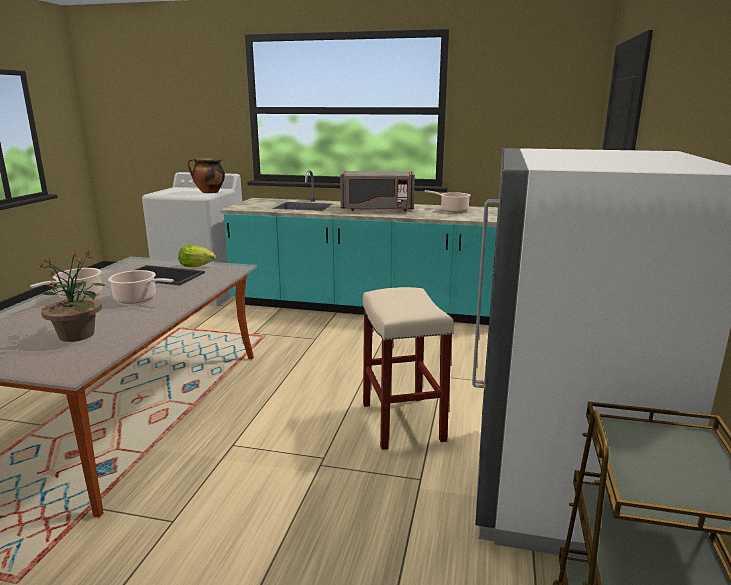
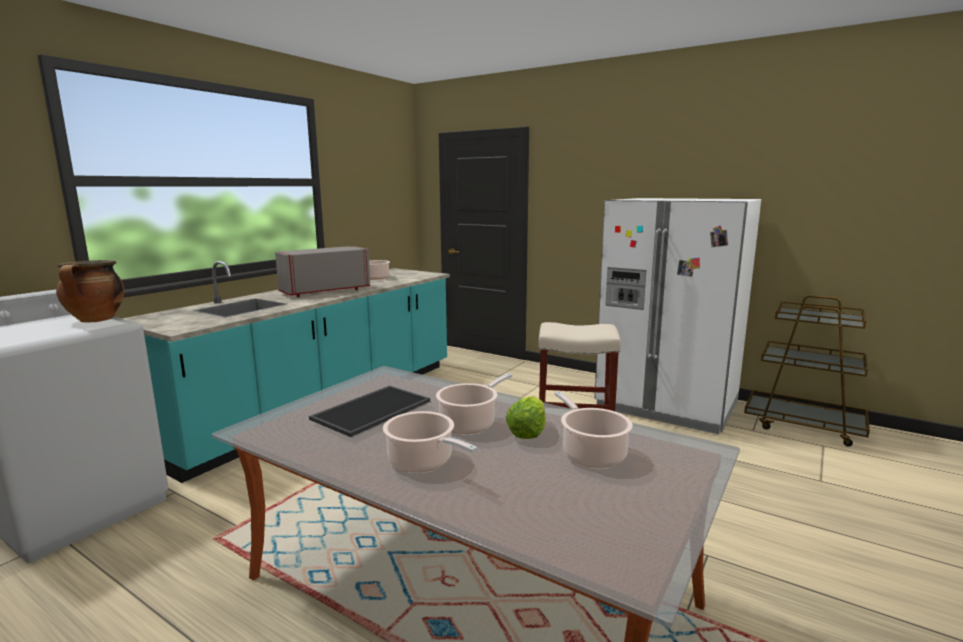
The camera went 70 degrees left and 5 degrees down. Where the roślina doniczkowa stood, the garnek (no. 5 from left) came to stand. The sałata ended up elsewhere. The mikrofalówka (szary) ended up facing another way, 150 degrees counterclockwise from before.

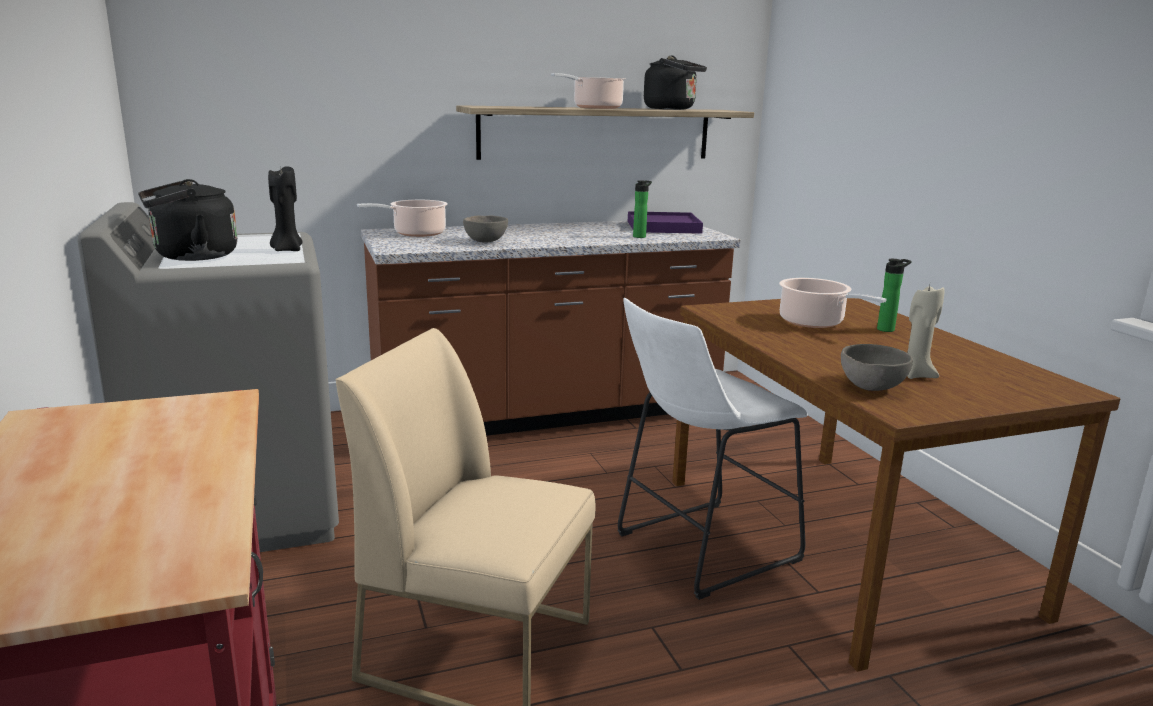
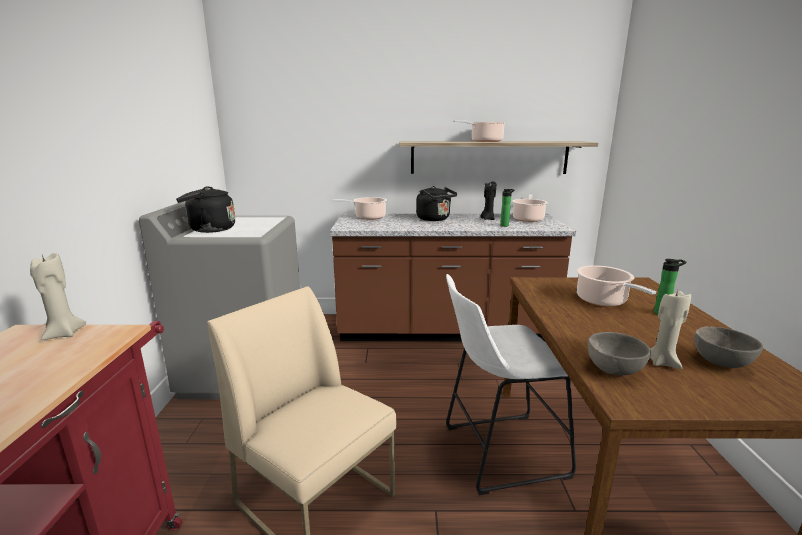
The camera went 20 degrees right and 0 degrees up. The świeca (czarny) ended up elsewhere. The miska (szary) (no. 1 from left in the first image) ended up elsewhere. Where the taca (fioletowy) stood, the garnek (no. 3 from left) came to stand. The czajnik (czarny) (no. 2 from left) ended up elsewhere. The second view gained the świeca (beżowy) (no. 1 from left).

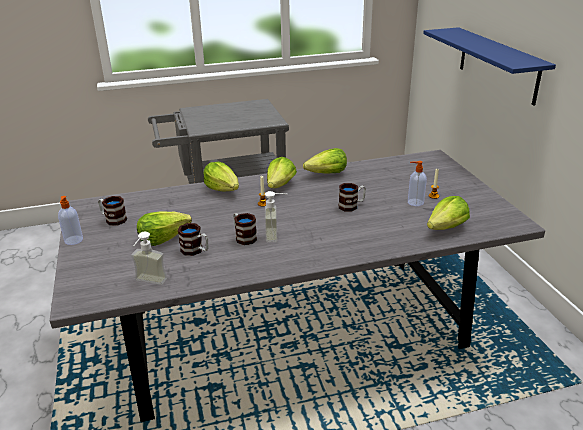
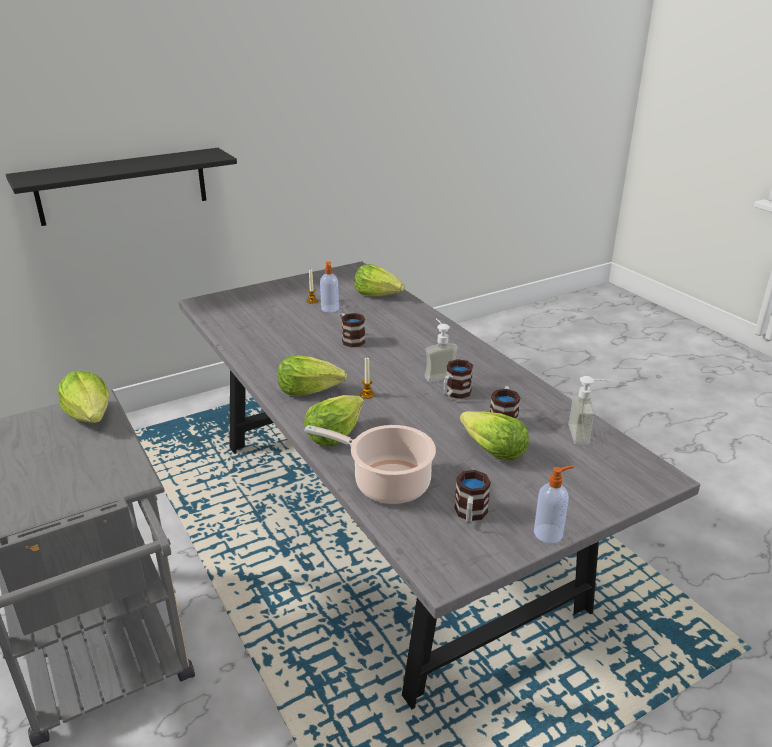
The camera went 105 degrees left and 0 degrees up. The sałata (no. 4 from left in the first image) ended up elsewhere. What was the półka (niebieski) turned into the półka (czarny). The second view gained the garnek.

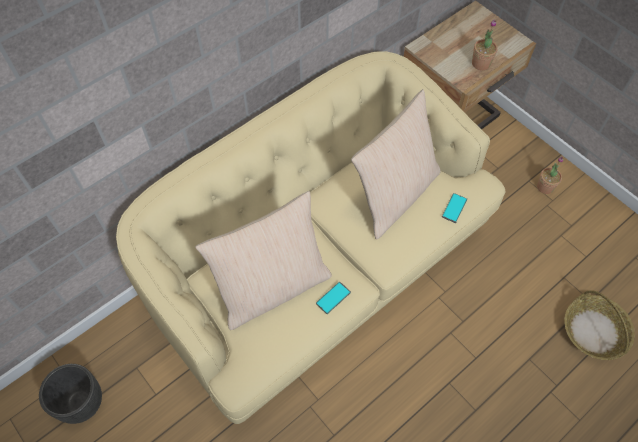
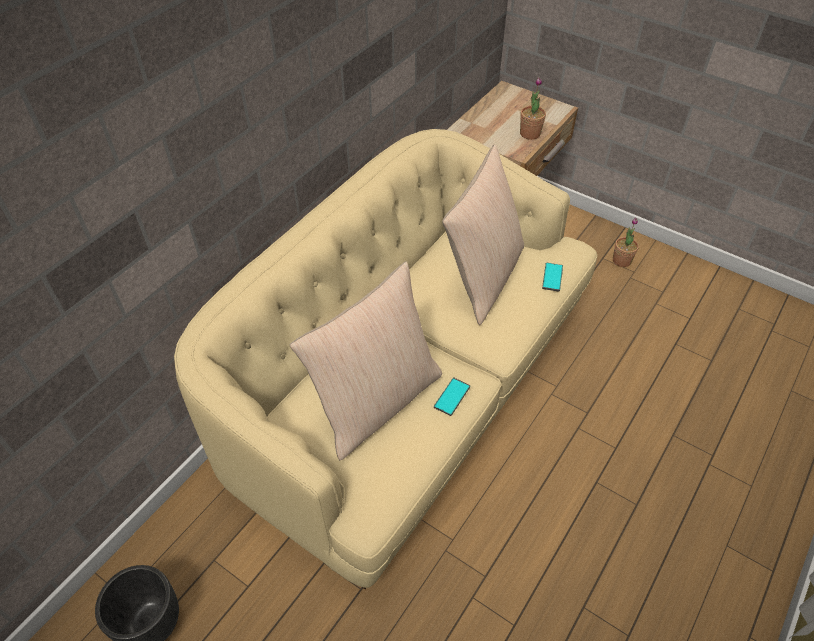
The camera went 15 degrees left and 10 degrees down. The second view lost the koszyk.

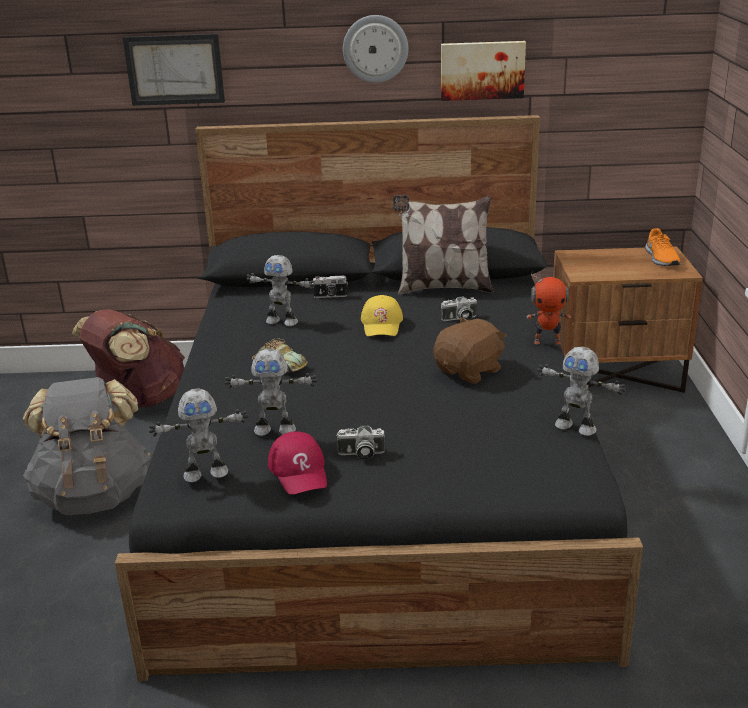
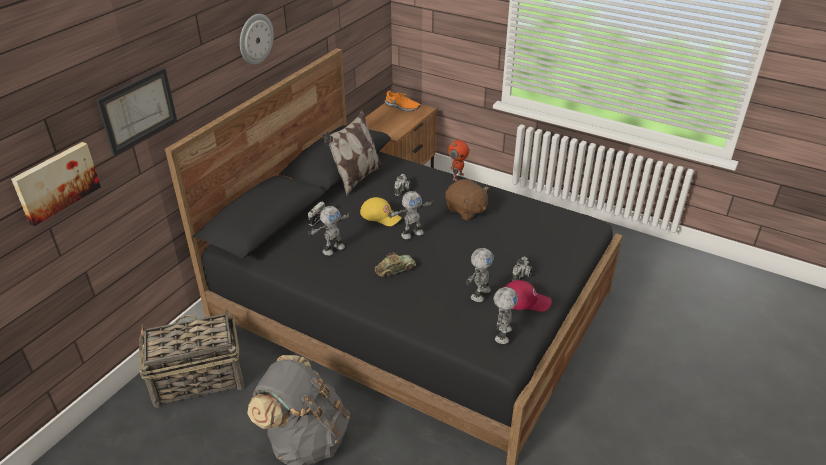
The camera went 60 degrees left and 10 degrees up. Where the plecak (brązowy) stood, the koszyk came to stand. The pluszak (brązowy) ended up facing another way, 150 degrees clockwise from before. The obraz (no. 2 from left in the first image) ended up elsewhere. The robot zabawkowy (no. 5 from left in the first image) ended up elsewhere.

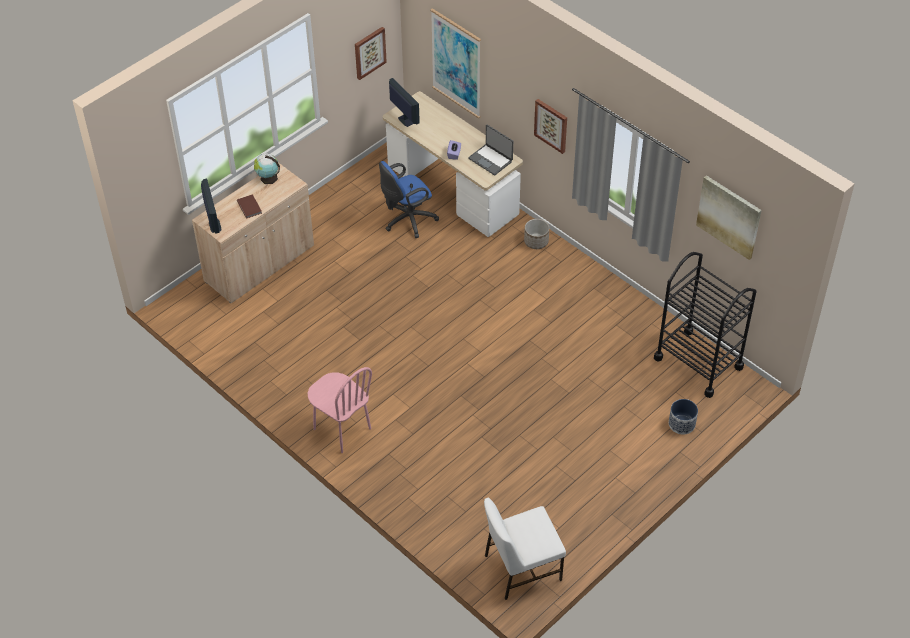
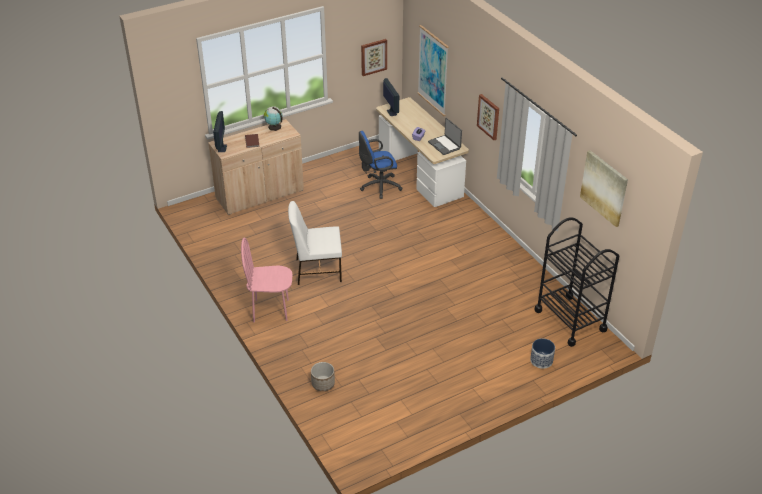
The camera went 15 degrees right and 10 degrees down. The krzesło (różowy) ended up facing another way, 120 degrees clockwise from before. The krzesło (biały) ended up elsewhere. The donica (no. 1 from left) ended up elsewhere.

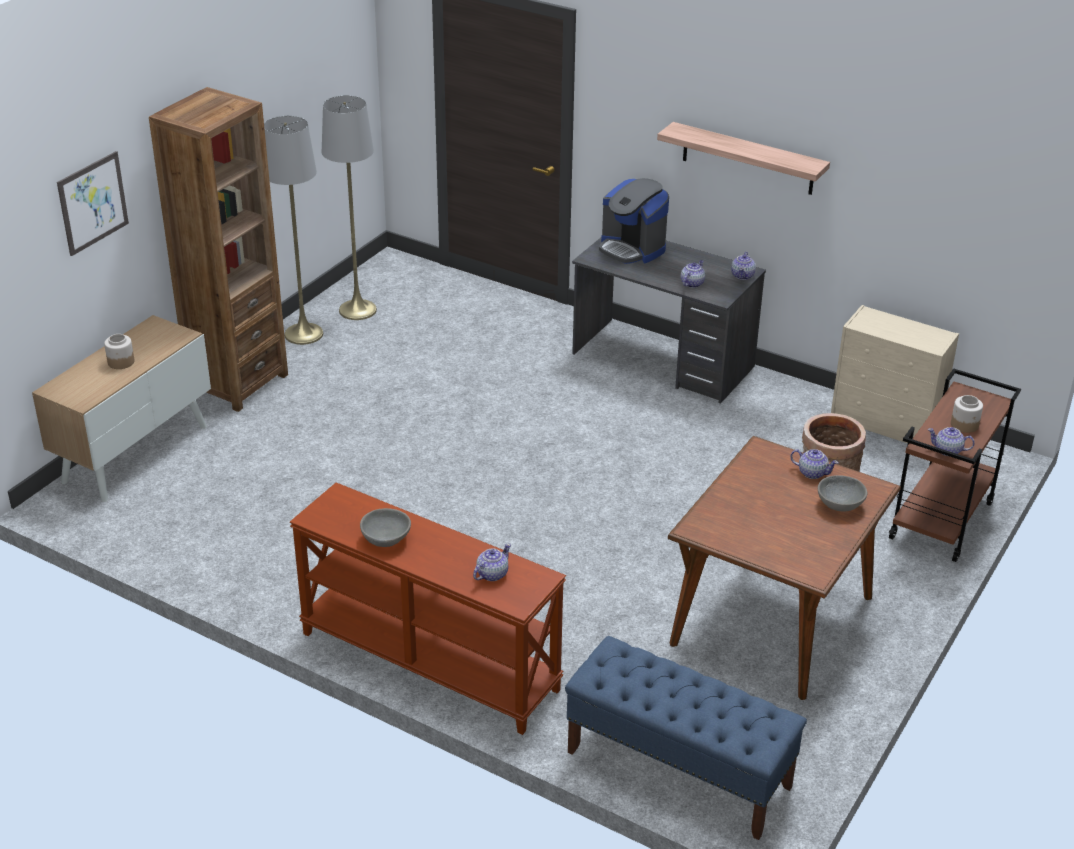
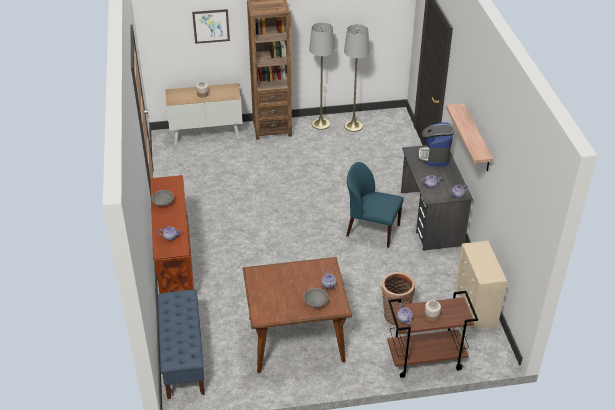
The camera went 50 degrees right and 5 degrees up. The second view gained the krzesło (niebieski).

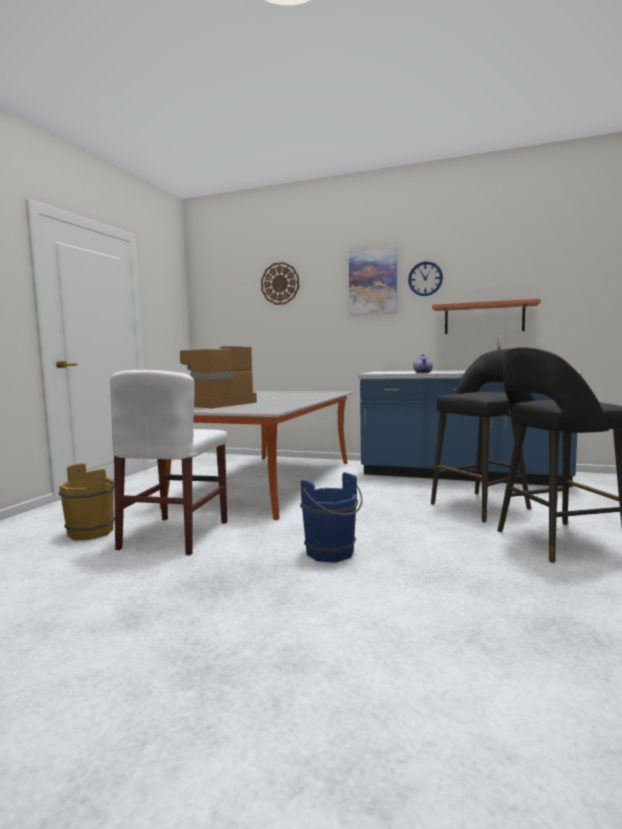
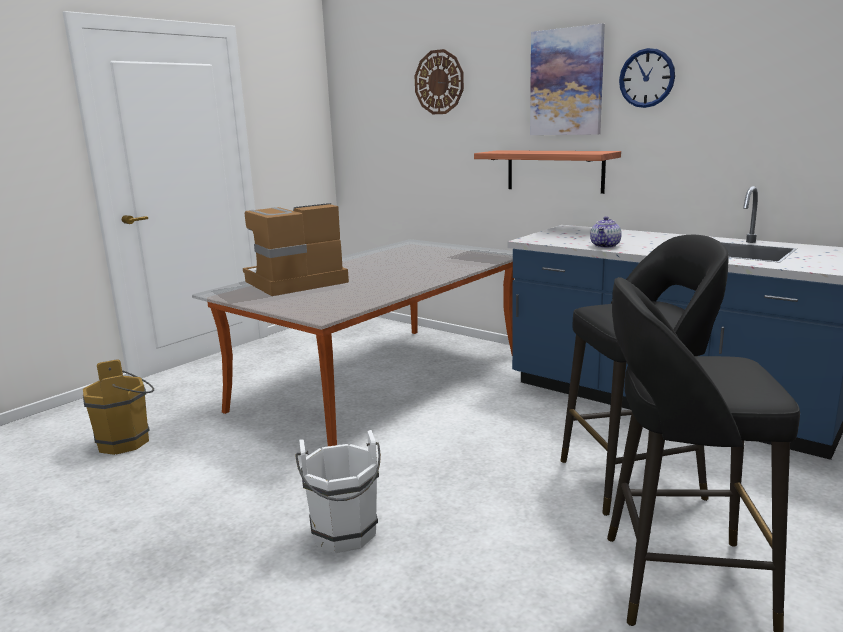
The camera went 20 degrees right and 10 degrees up. The second view lost the krzesło (biały). What was the wiadro (niebieski) turned into the wiadro (biały). The półka ended up elsewhere.

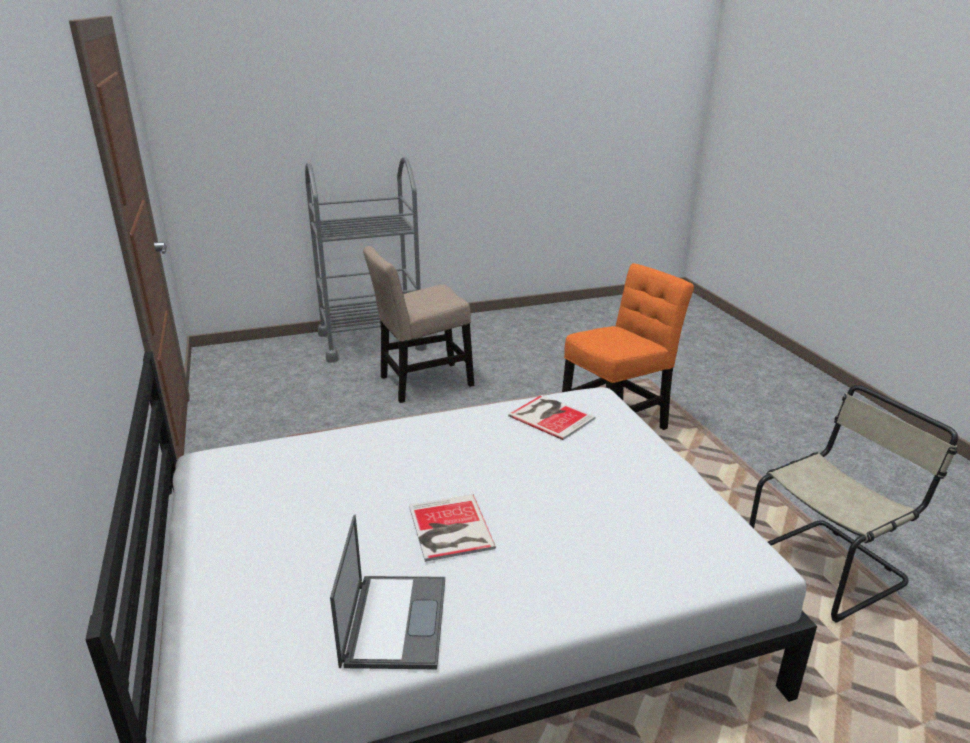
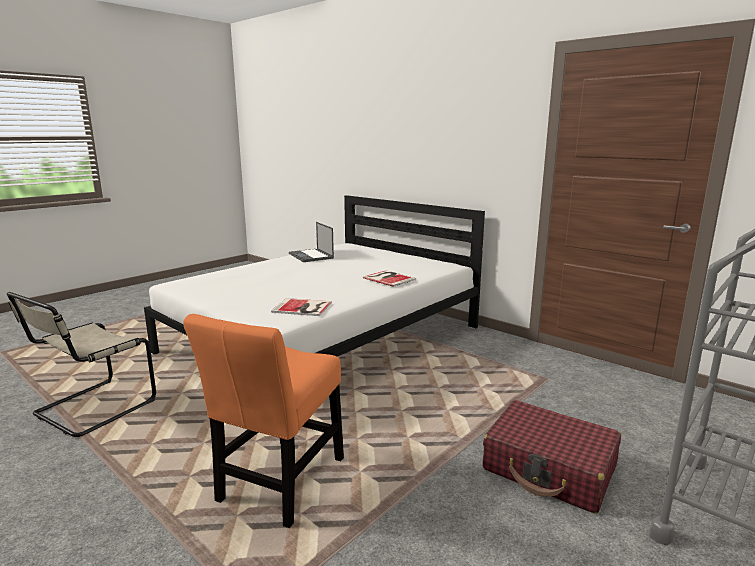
The camera went 150 degrees right and 10 degrees down. Where the krzesło (beżowy) (no. 1 from left) stood, the walizka (czerwony) came to stand. The książka (no. 1 from left in the first image) ended up elsewhere.

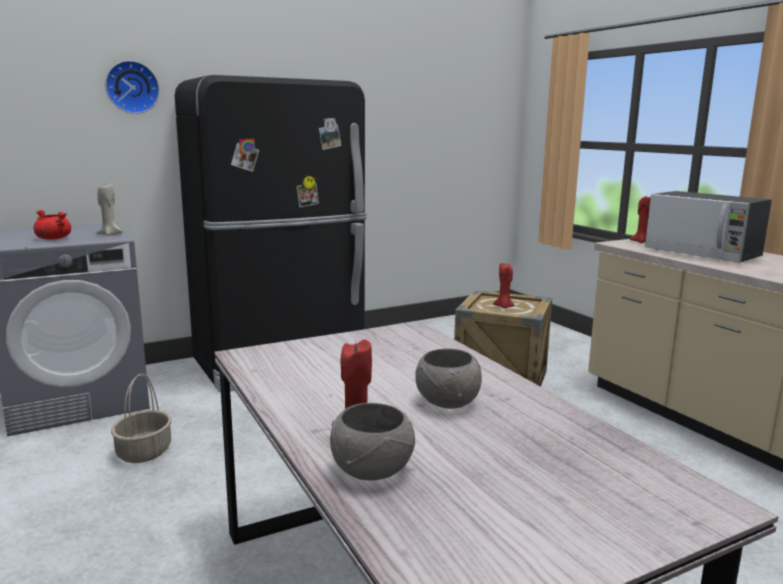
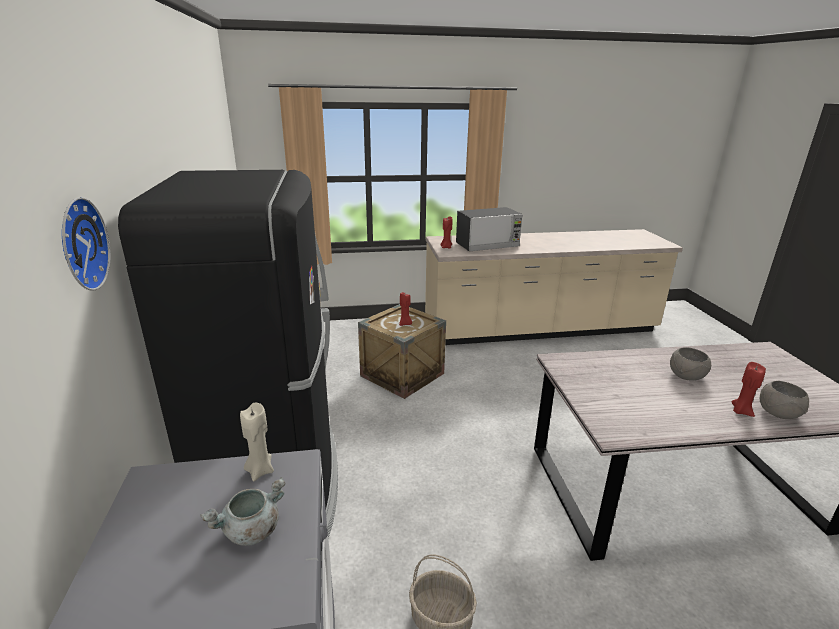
The camera went 70 degrees left and 10 degrees up. What was the garnek (czerwony) turned into the garnek (szary).

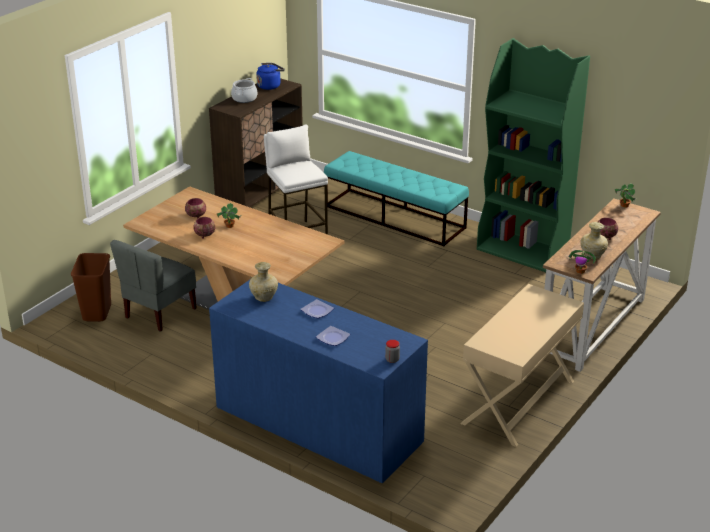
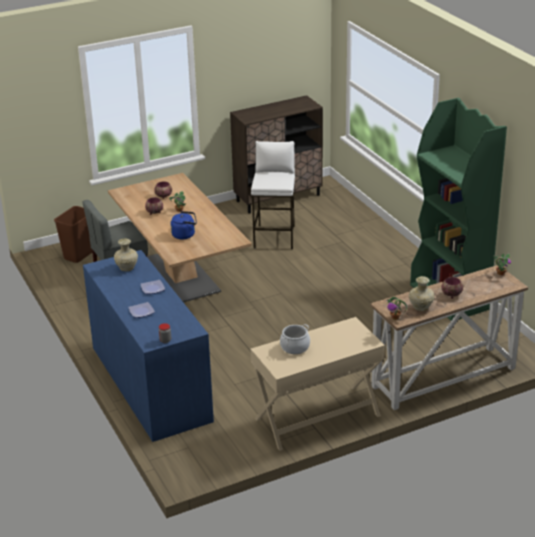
The camera went 30 degrees right and 0 degrees up. The garnek ended up elsewhere. The czajnik (niebieski) ended up elsewhere. The second view lost the ławka (turkusowy).

